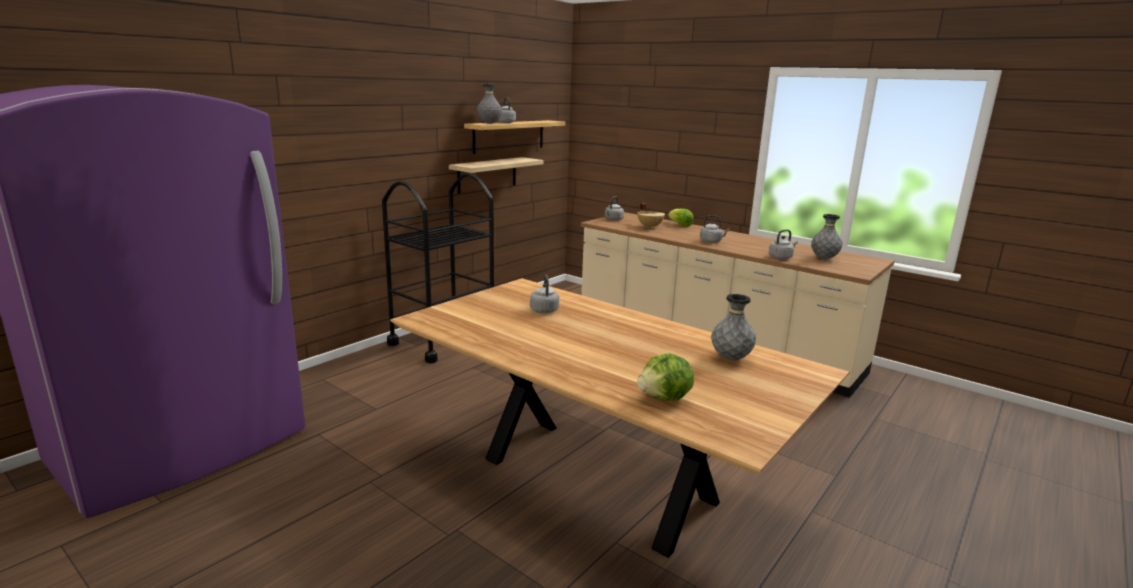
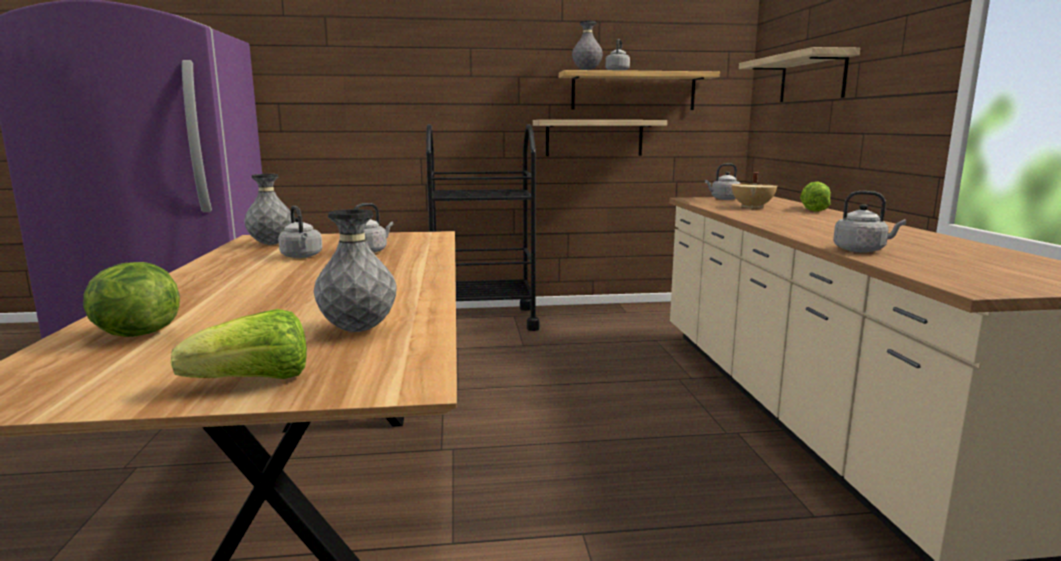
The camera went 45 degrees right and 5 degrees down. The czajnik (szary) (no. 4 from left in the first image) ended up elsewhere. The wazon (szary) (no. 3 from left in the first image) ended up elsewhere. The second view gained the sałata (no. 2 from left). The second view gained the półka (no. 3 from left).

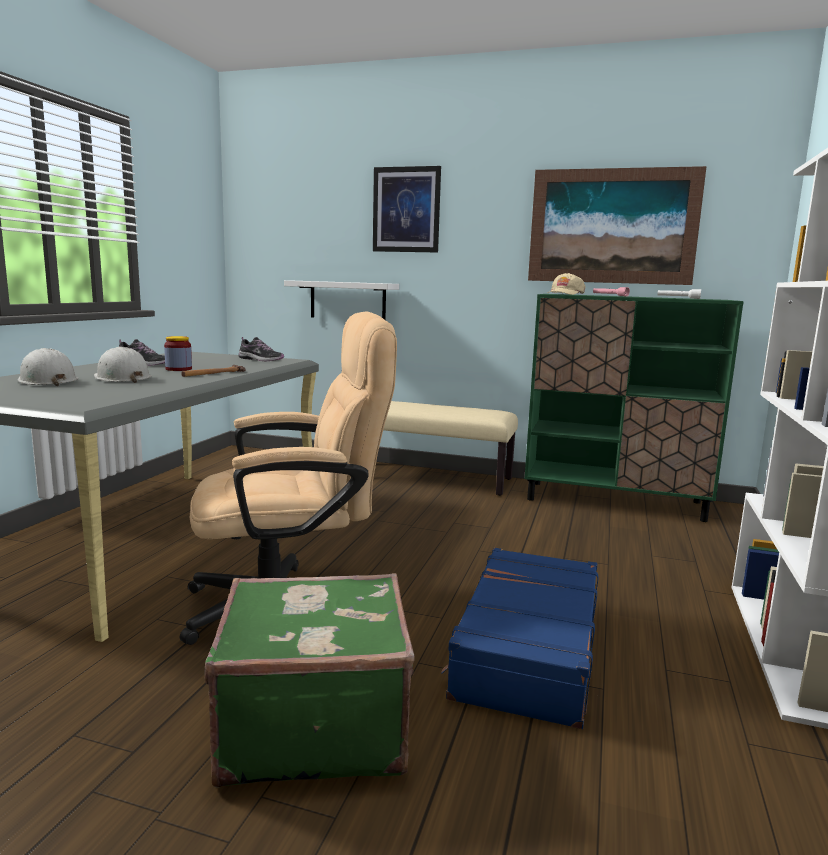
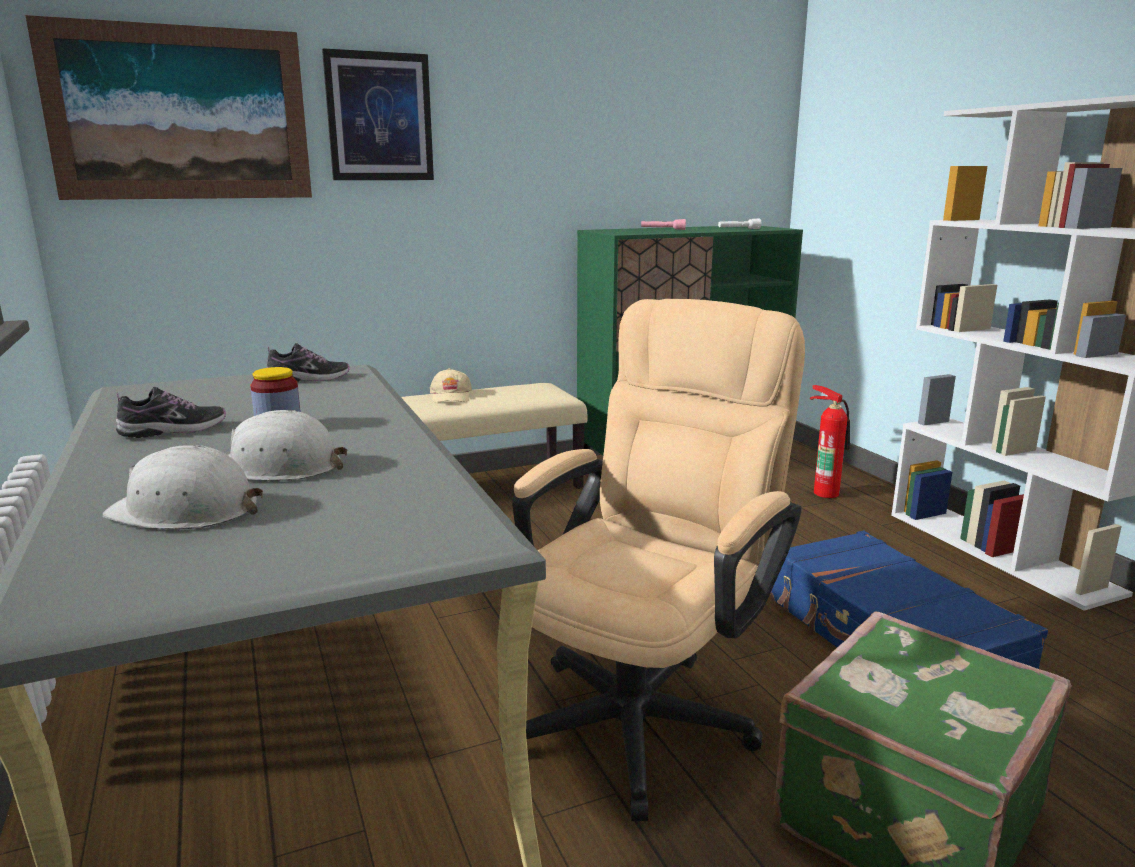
The camera went 40 degrees left and 5 degrees up. The second view lost the młotek. The second view lost the półka (biały). The obraz (no. 2 from left in the first image) ended up elsewhere. The czapka z daszkiem (beżowy) ended up elsewhere. The second view gained the gaśnica.

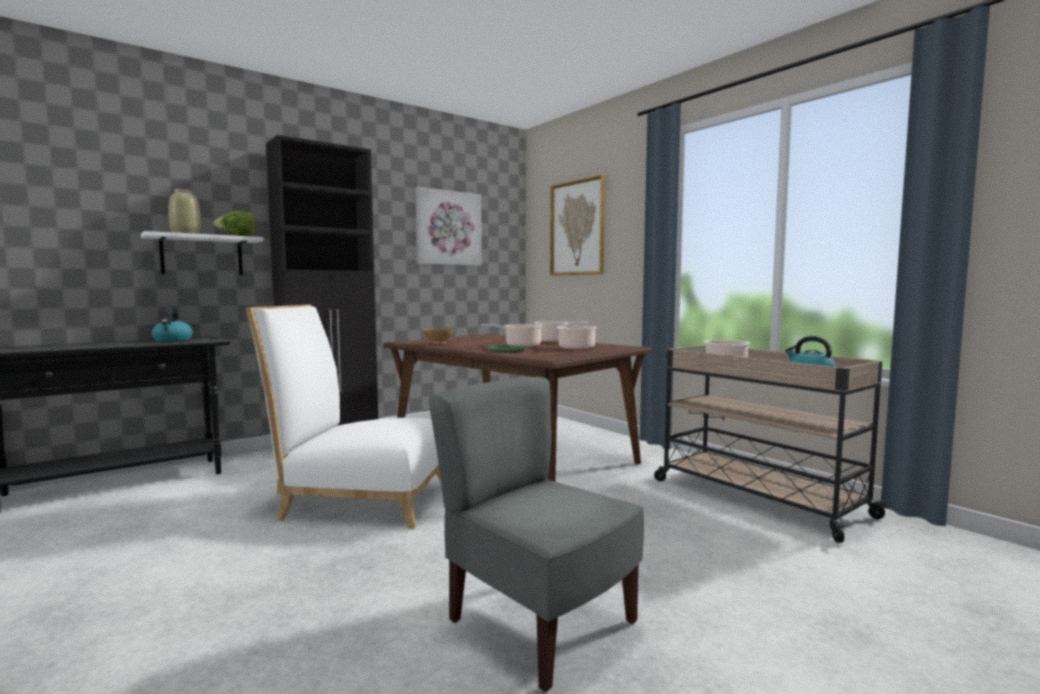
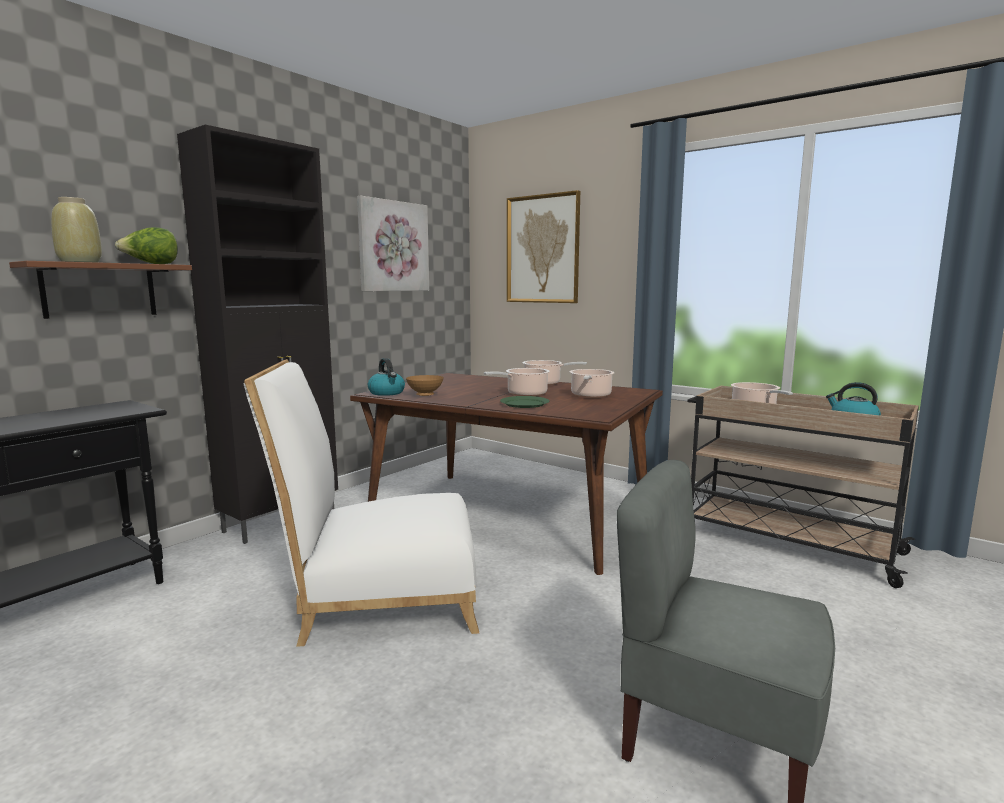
The camera went 15 degrees left and 5 degrees up. What was the półka (biały) turned into the półka (brązowy). The czajnik (no. 1 from left) ended up elsewhere.

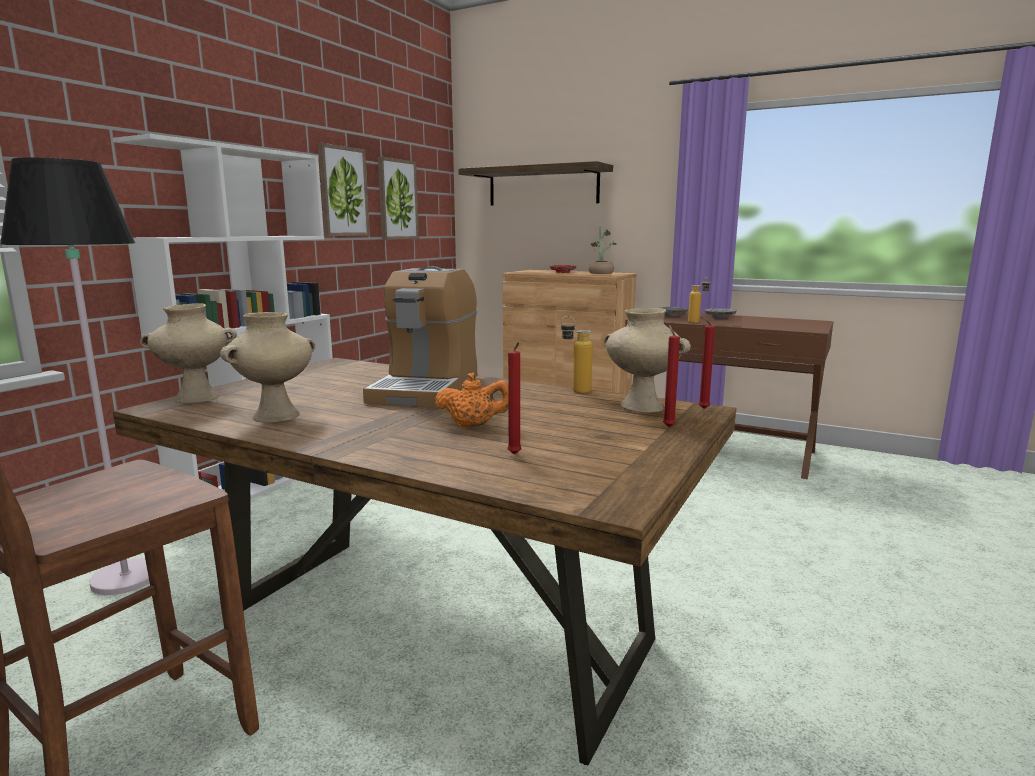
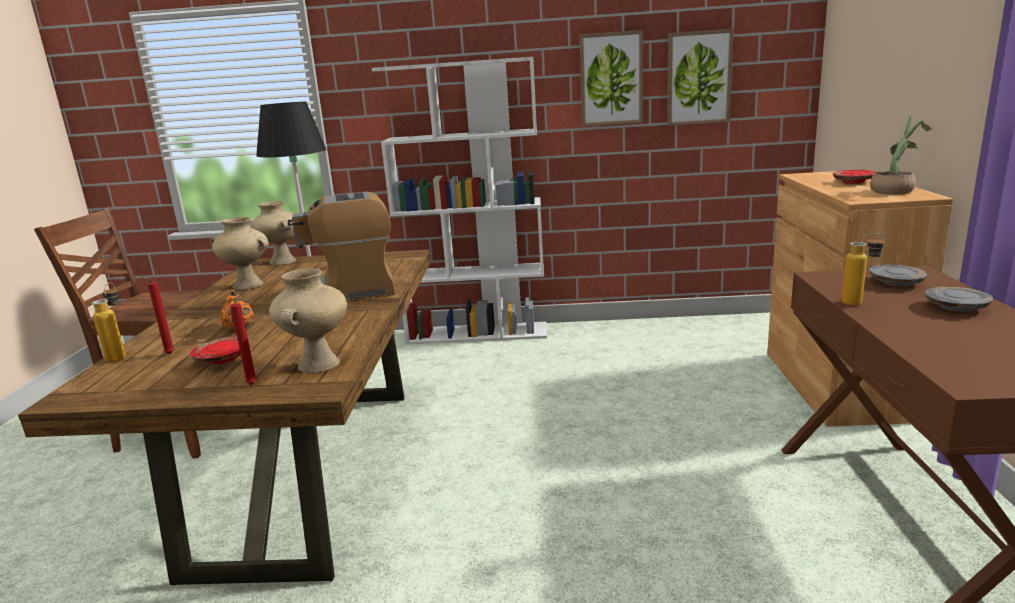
The camera went 65 degrees right and 5 degrees up. The second view lost the półka. The butelka (no. 1 from left) ended up elsewhere. The second view lost the świeca (czerwony) (no. 3 from left). The second view gained the talerz (czerwony) (no. 1 from left).

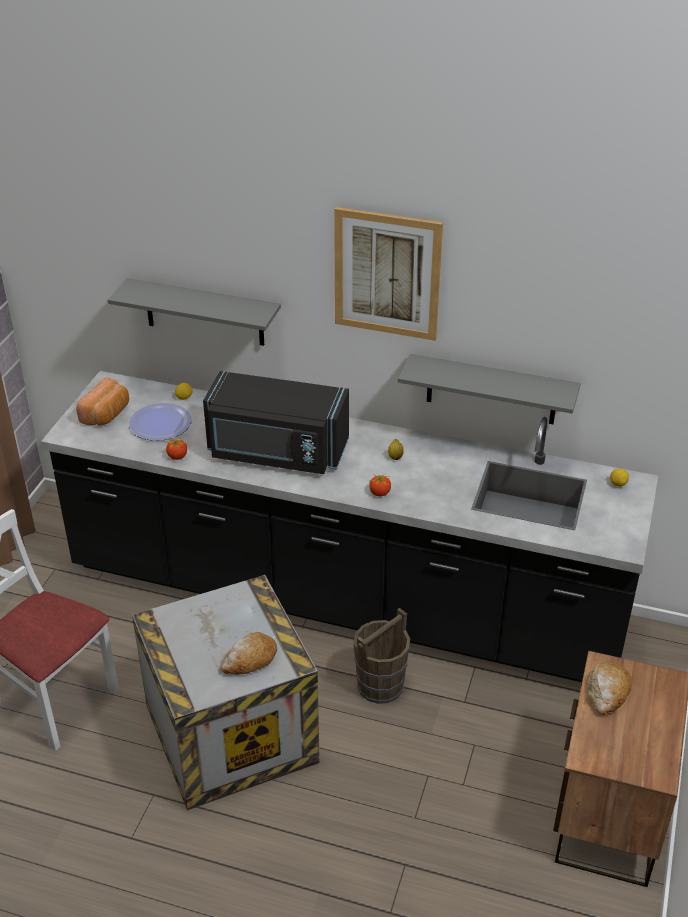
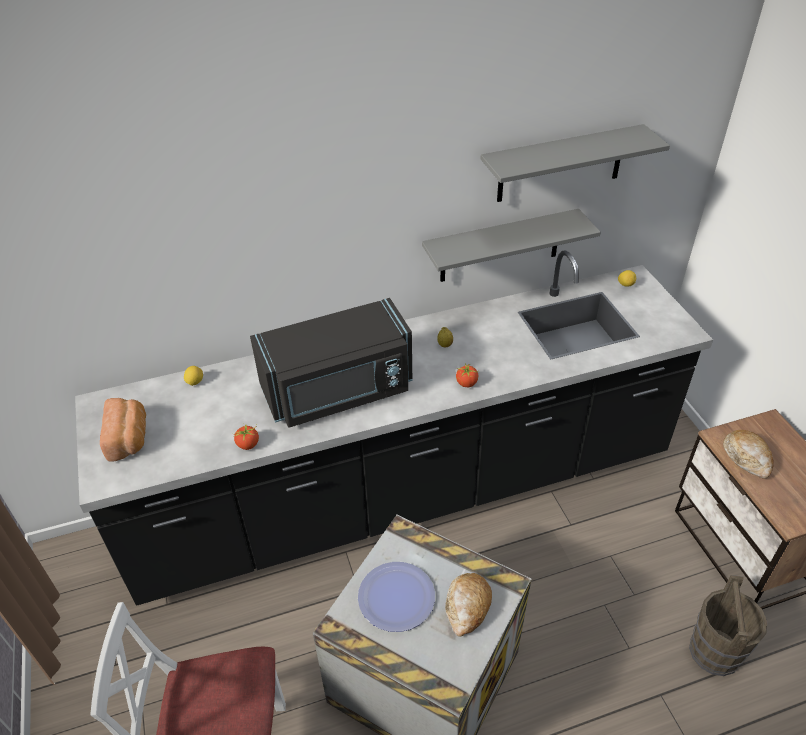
The camera went 35 degrees left and 5 degrees up. The półka (szary) (no. 1 from left in the first image) ended up elsewhere. The talerz ended up elsewhere. The second view lost the obraz. The wiadro (brązowy) ended up elsewhere.

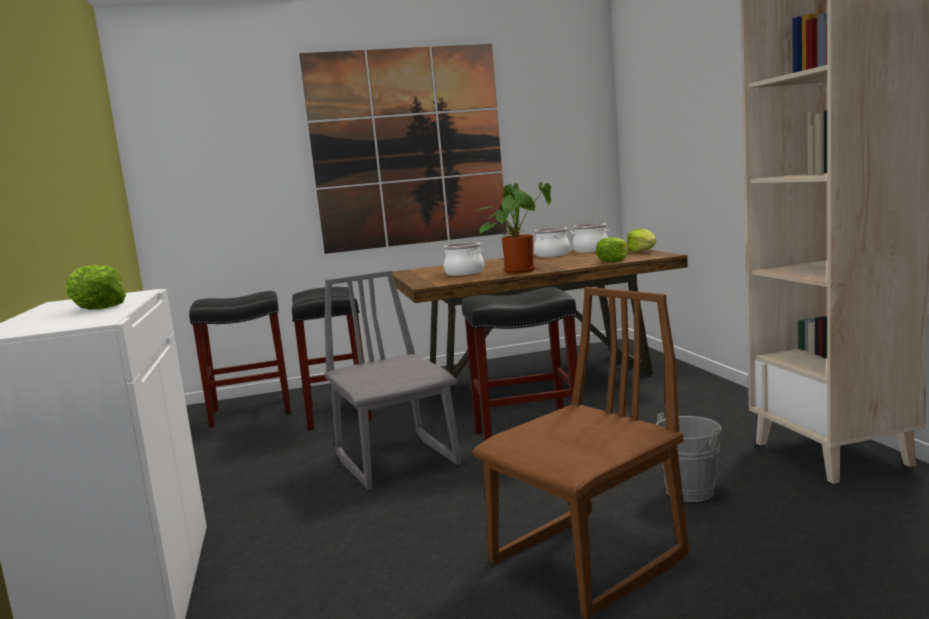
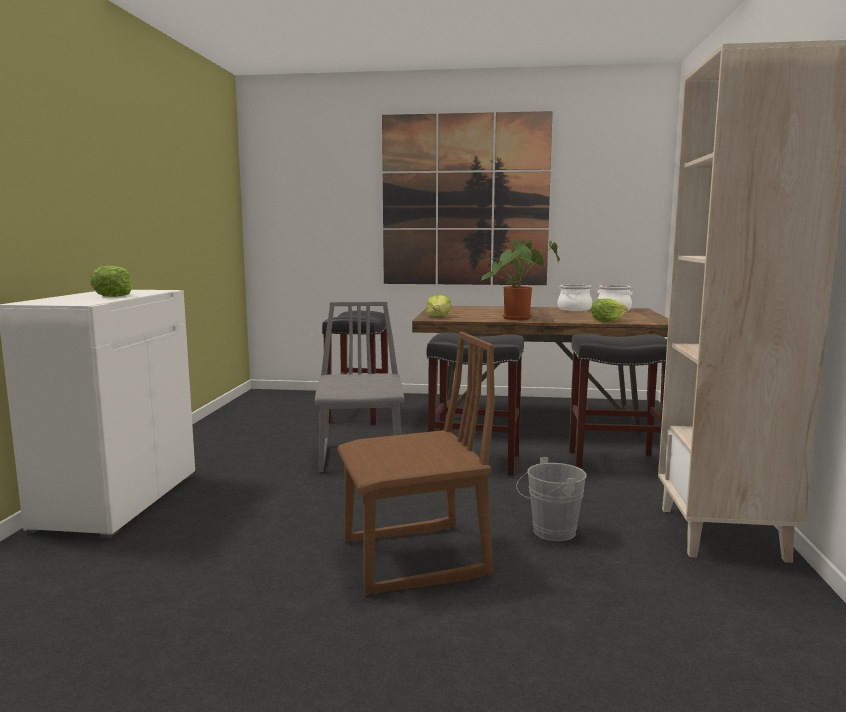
The camera went 20 degrees right and 0 degrees up. The stołek (czarny) (no. 1 from left in the first image) ended up elsewhere. The second view lost the garnek (no. 1 from left). The sałata (no. 3 from left in the first image) ended up elsewhere.

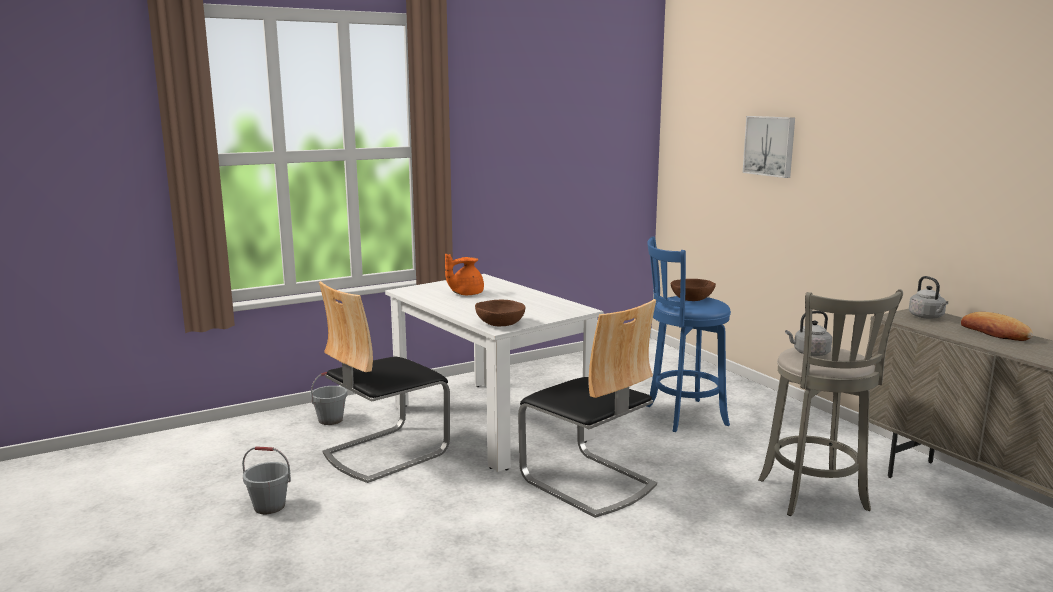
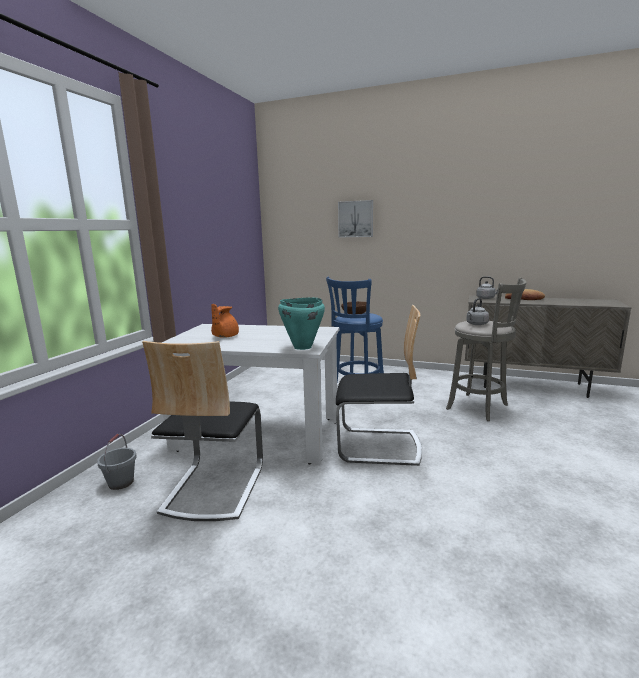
The camera went 40 degrees left and 0 degrees up. The second view lost the wiadro (szary) (no. 1 from left). Where the miska (brązowy) (no. 1 from left) stood, the garnek (turkusowy) came to stand.

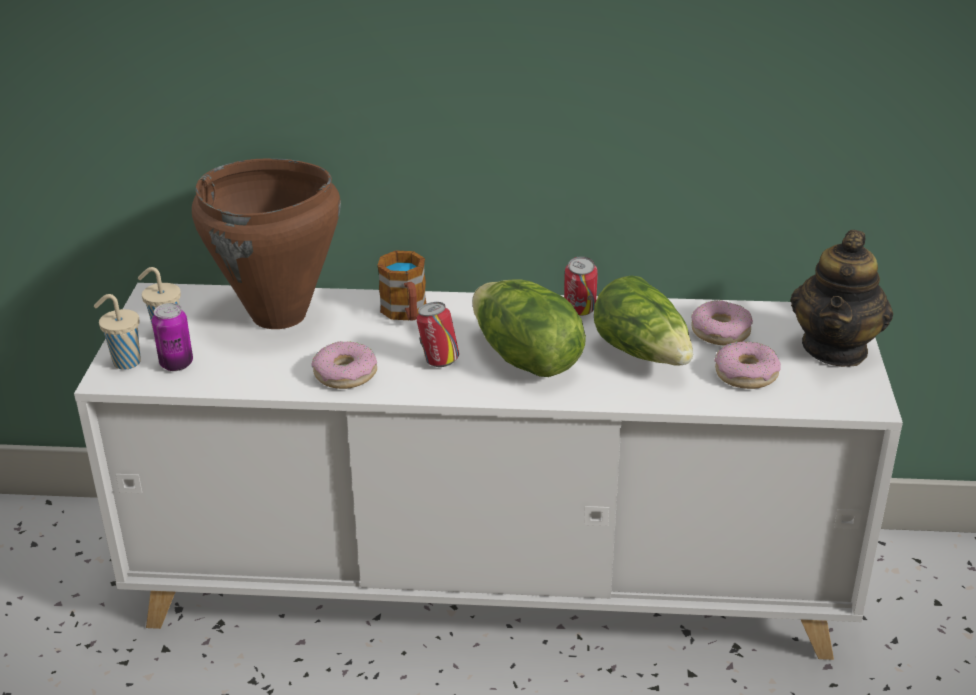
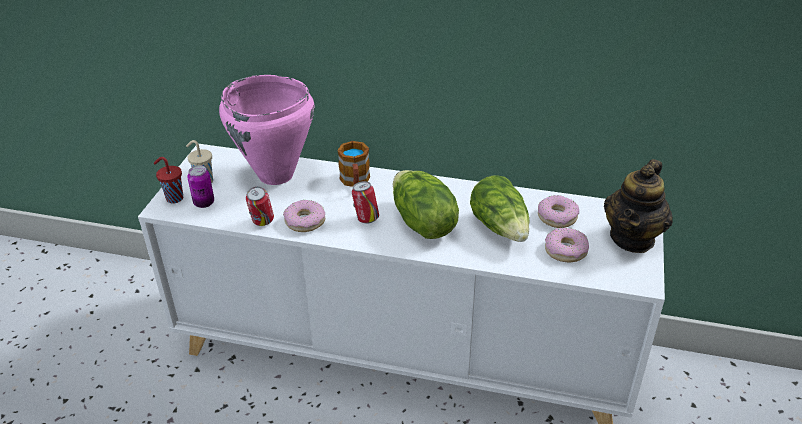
The camera went 10 degrees right and 5 degrees up. What was the filiżanka (beżowy) (no. 1 from left) turned into the filiżanka (czerwony). What was the garnek (brązowy) turned into the garnek (różowy). The puszka (no. 3 from left in the first image) ended up elsewhere.

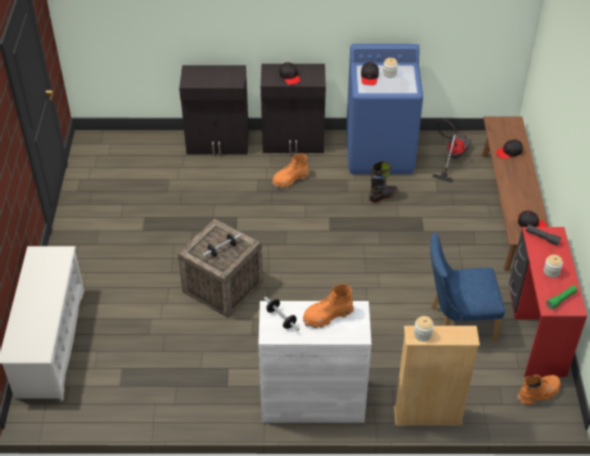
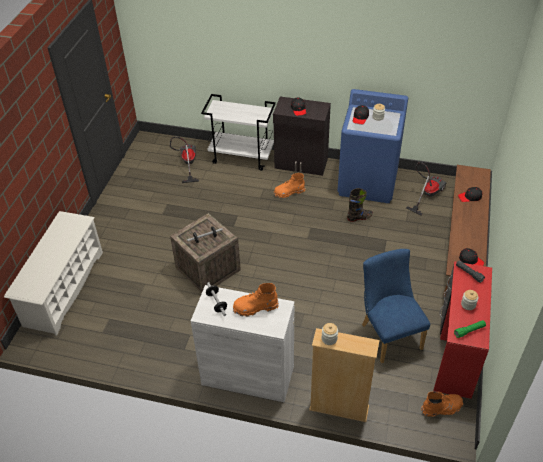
The camera went 15 degrees right and 0 degrees up. Where the szafka (czarny) (no. 1 from left) stood, the wózek (biały) came to stand. The krzesło (niebieski) ended up facing another way, 60 degrees clockwise from before. The second view gained the odkurzacz (no. 1 from left).

